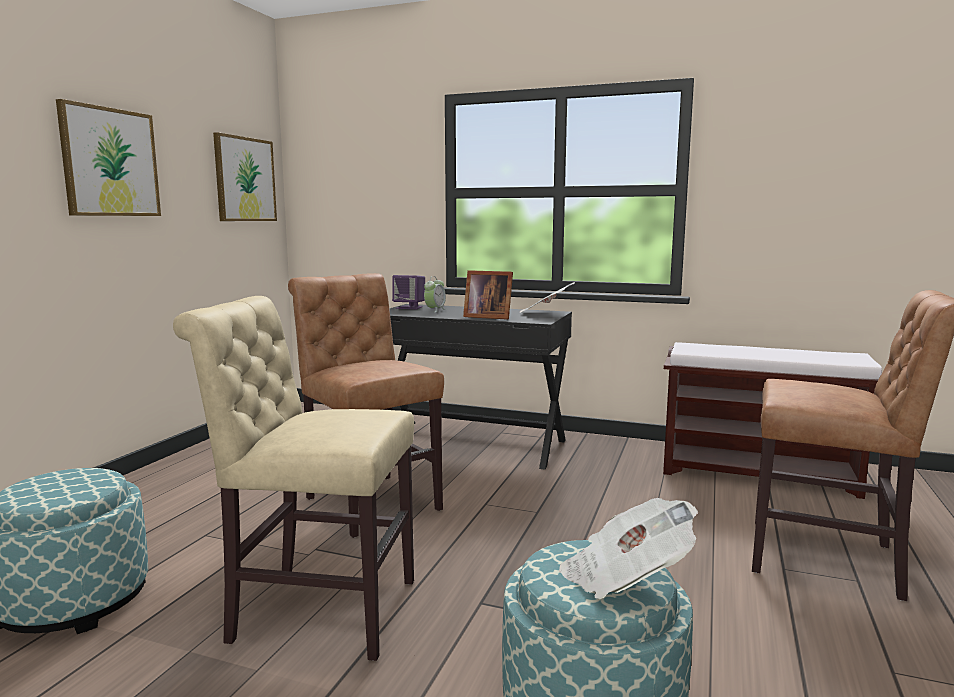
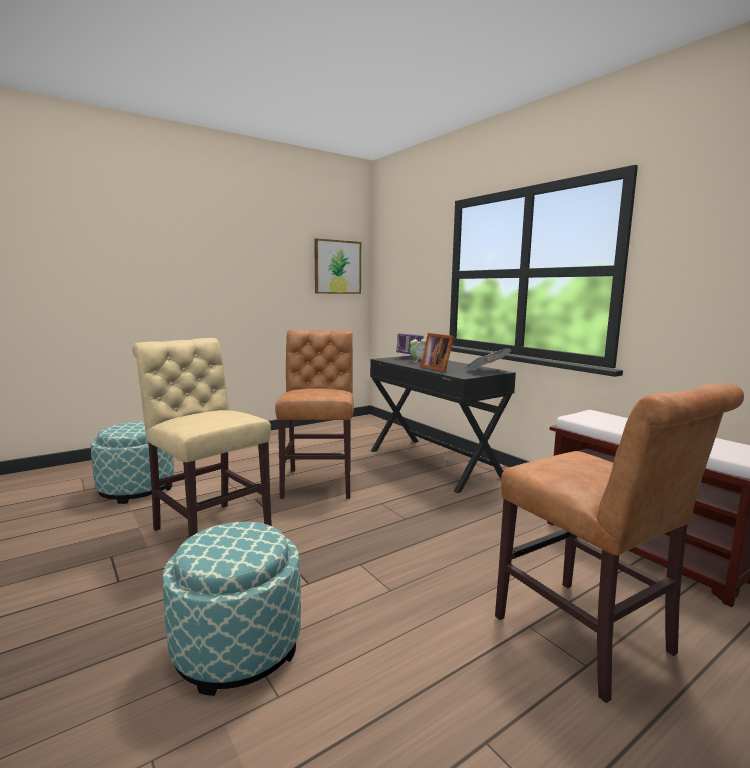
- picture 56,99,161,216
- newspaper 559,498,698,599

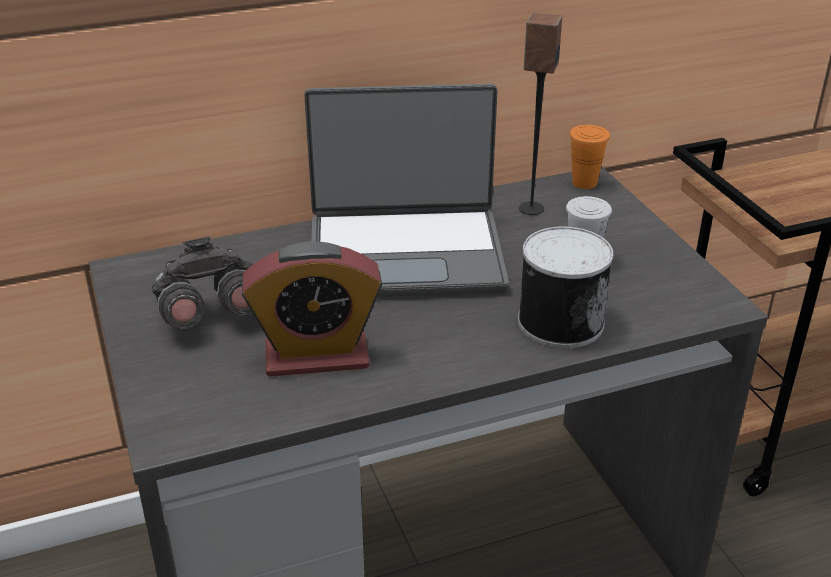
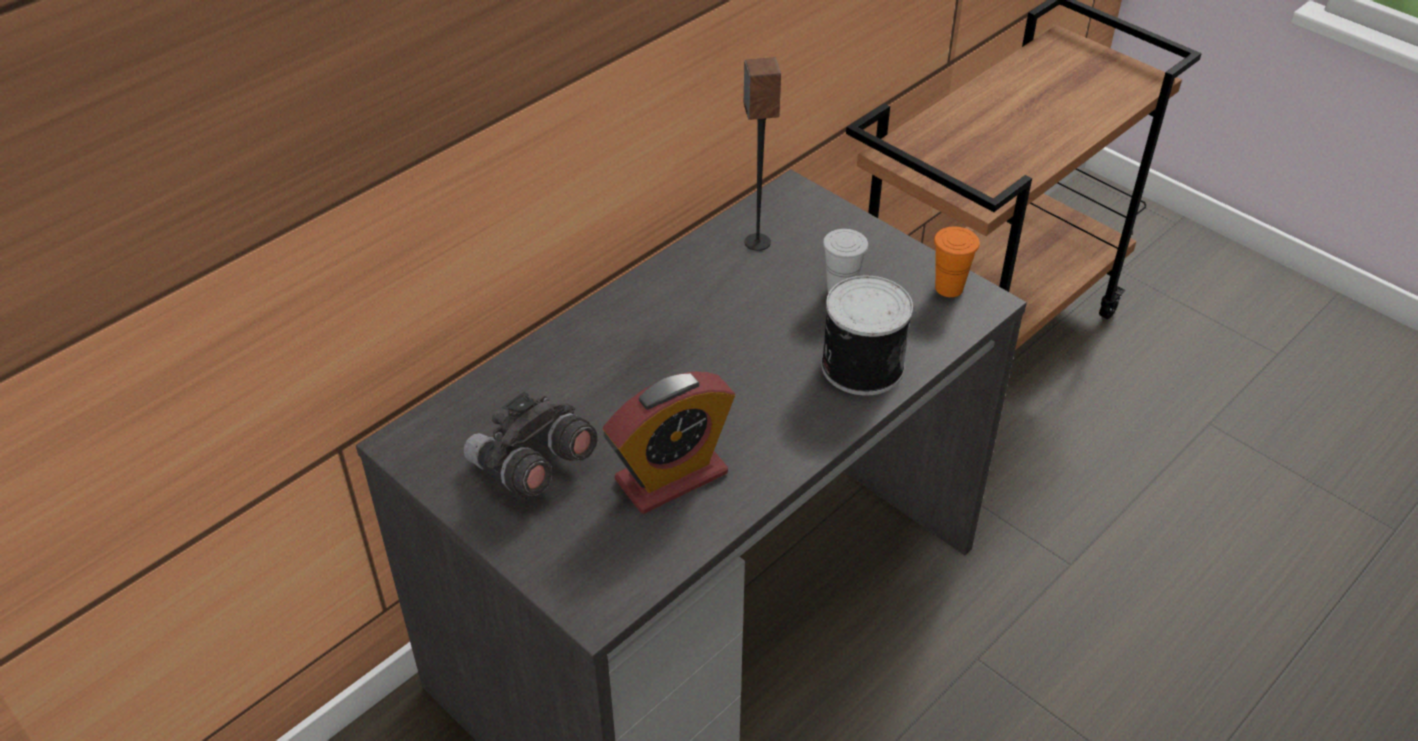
~ orange cup 569,125,610,189 to 934,227,980,297
- laptop 304,84,509,297

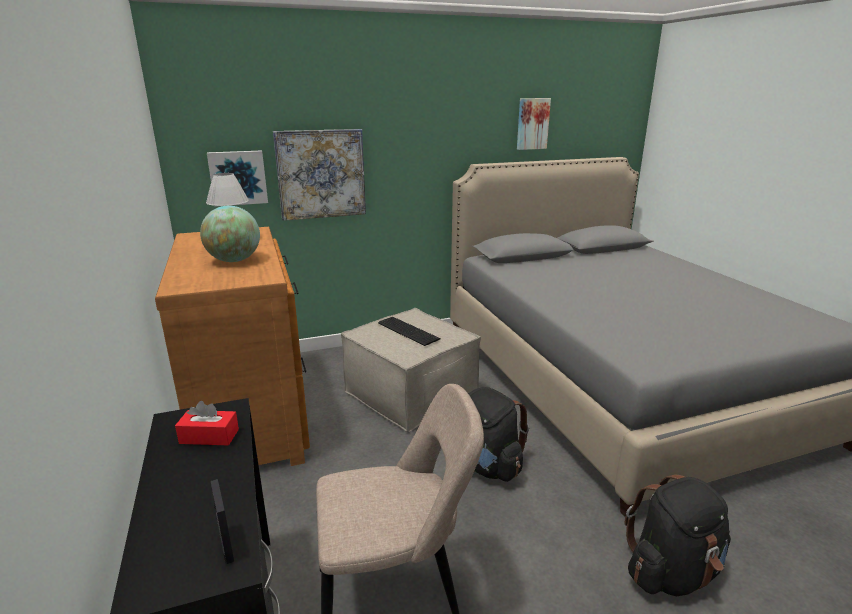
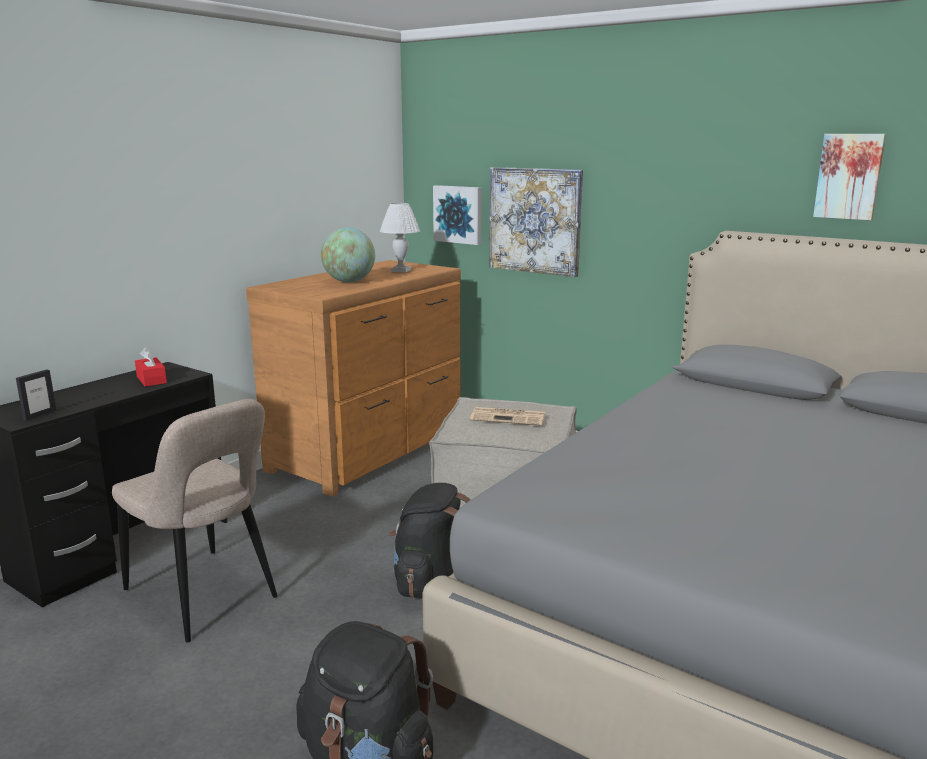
~ keyboard 378,317,441,346 to newspaper 470,407,545,425

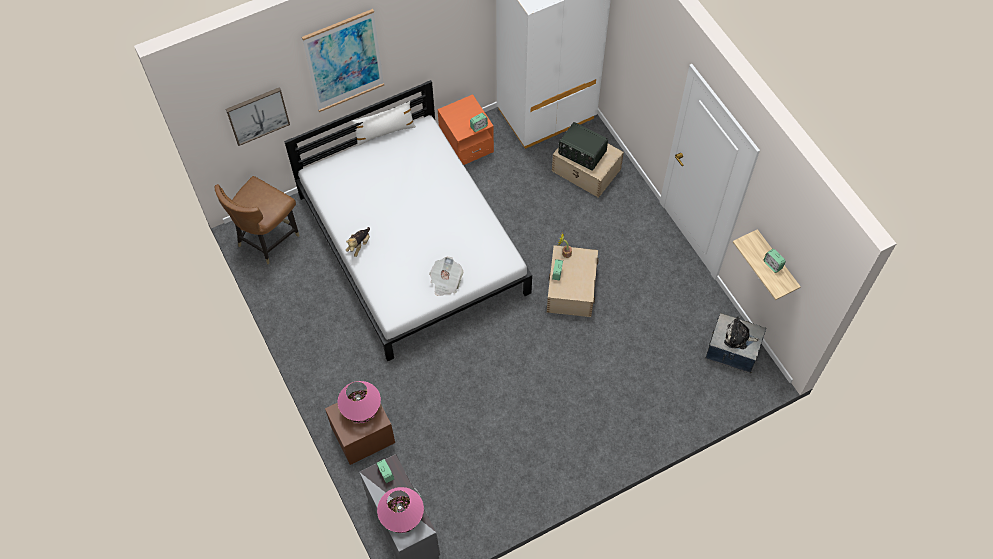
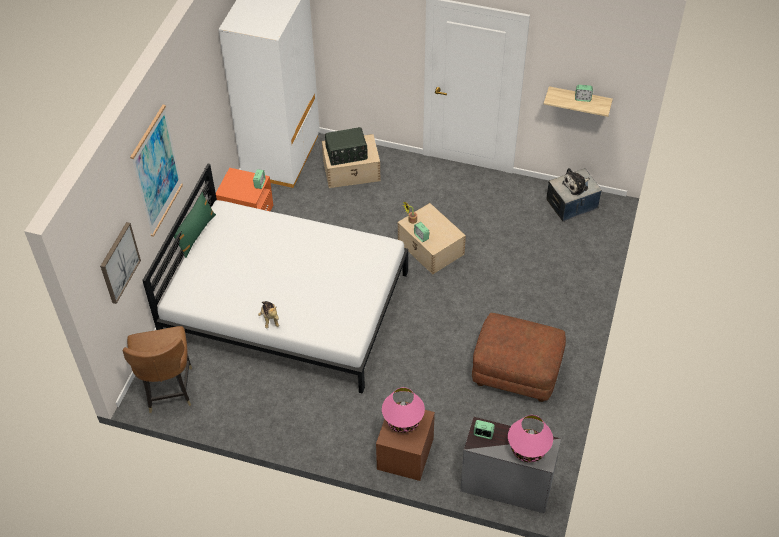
~ white pillow 352,101,416,146 to green pillow 174,192,216,258
+ brown ottoman 472,313,566,402
- newspaper 430,257,463,296

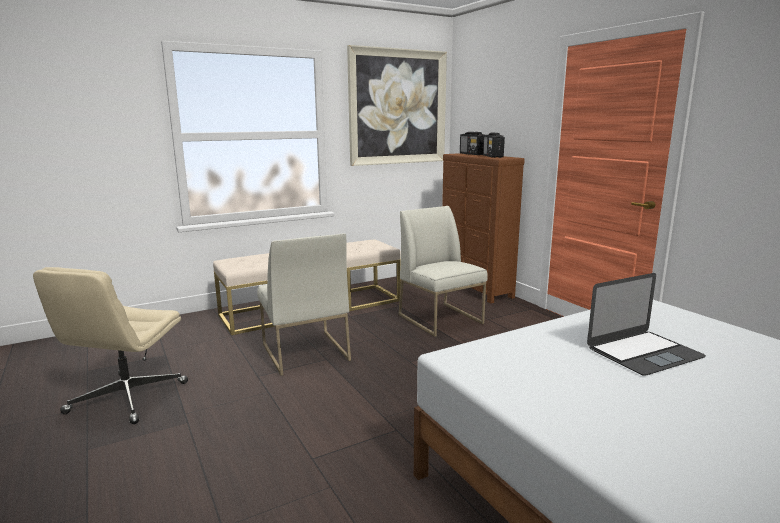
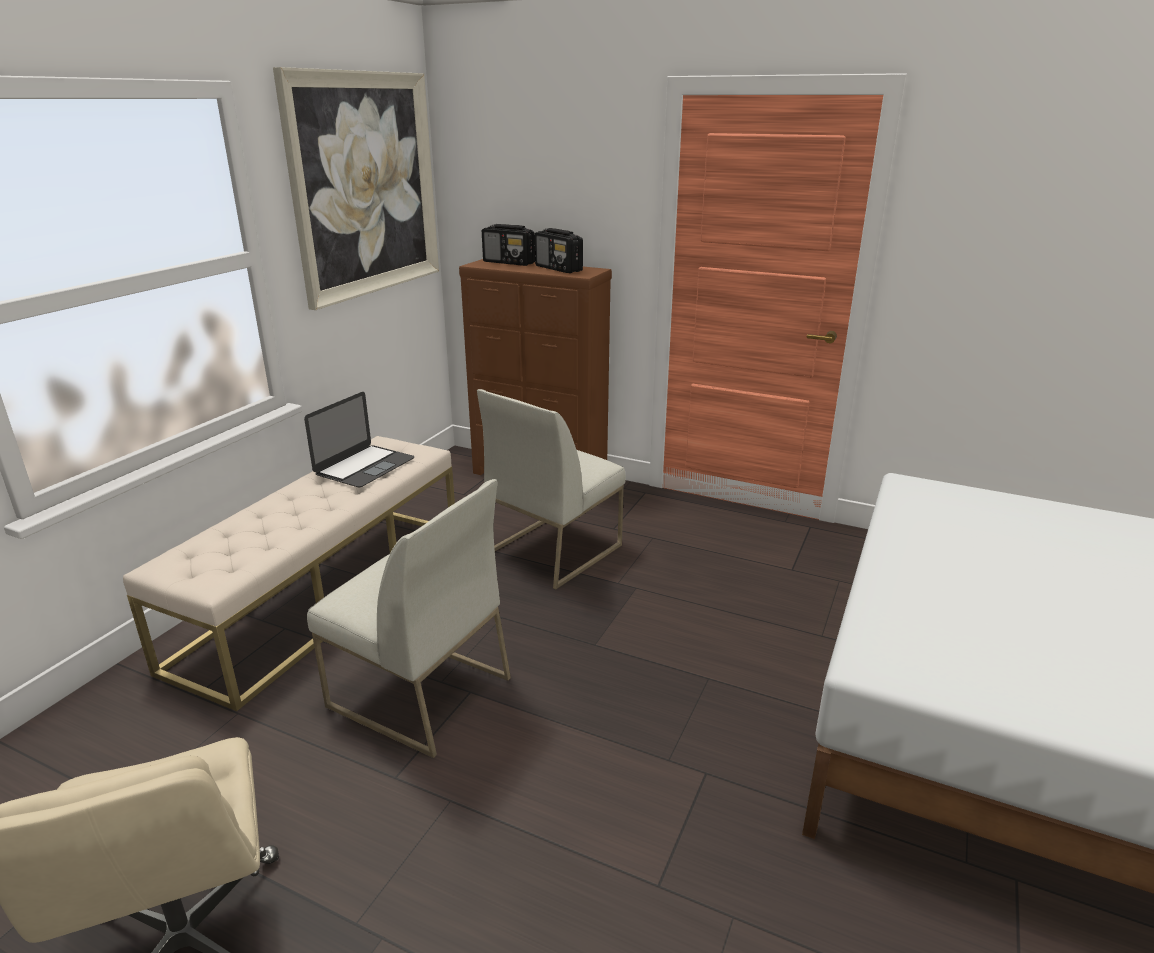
~ laptop 587,273,706,376 to 304,392,414,487
~ white chair 398,206,488,337 = 477,389,626,589 75 degrees counterclockwise

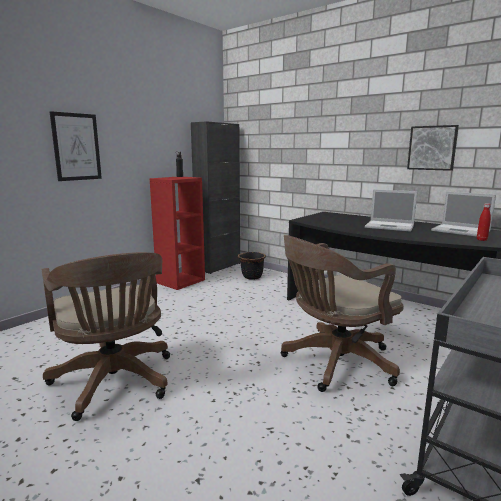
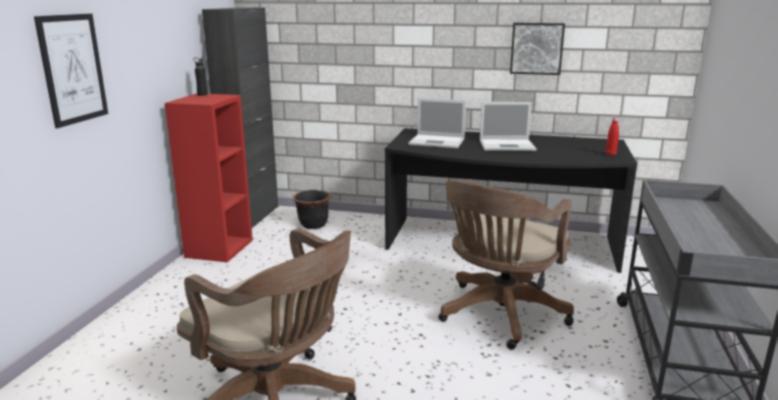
~ laptop 431,191,496,237 to 408,98,466,148

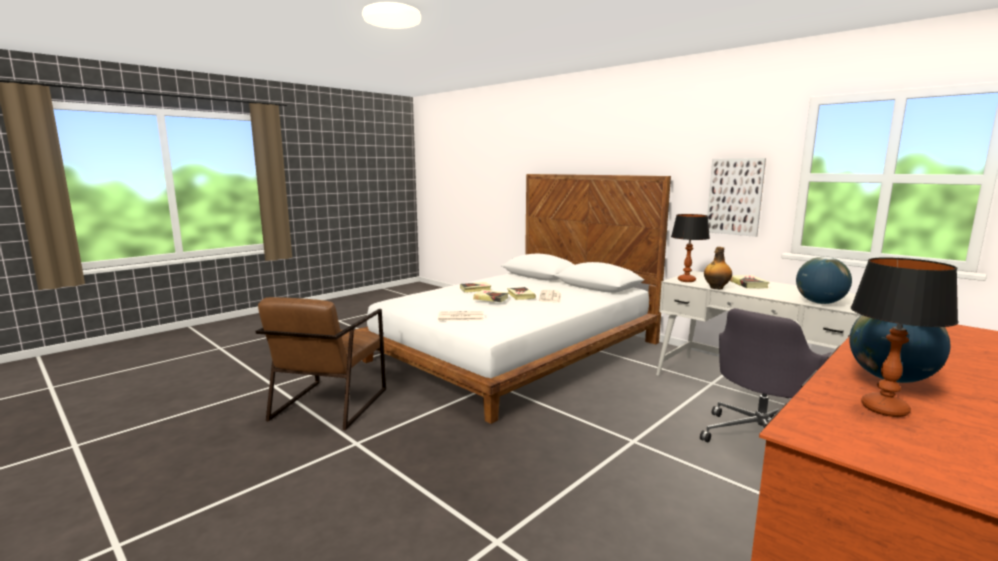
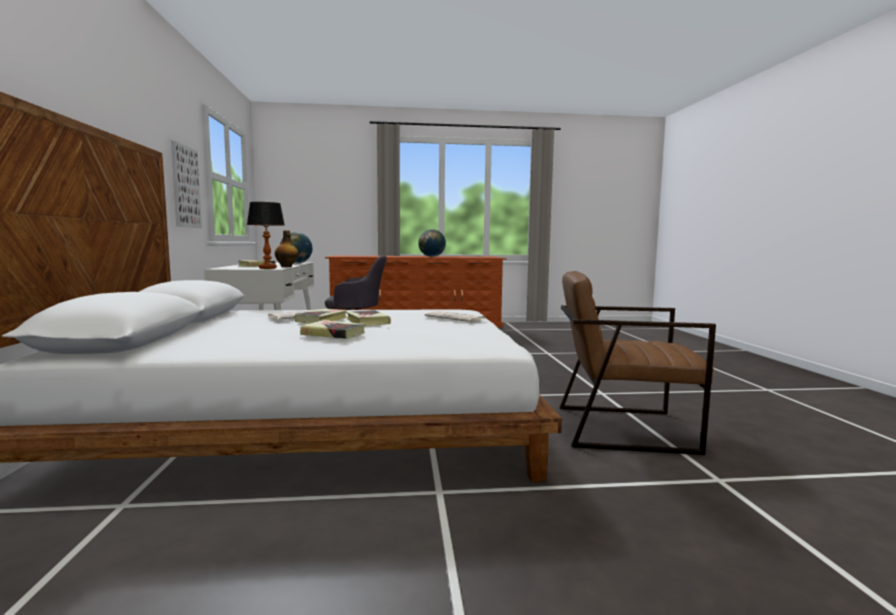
~ brown armchair 256,297,386,430 = 559,271,716,455 135 degrees counterclockwise
- table lamp 851,257,958,417

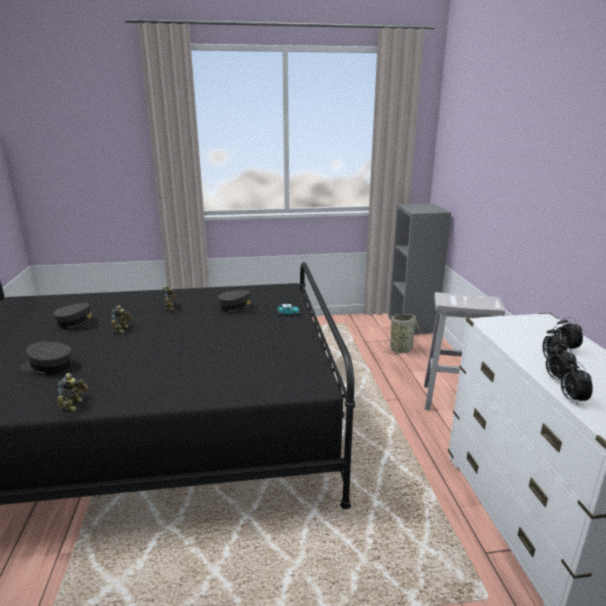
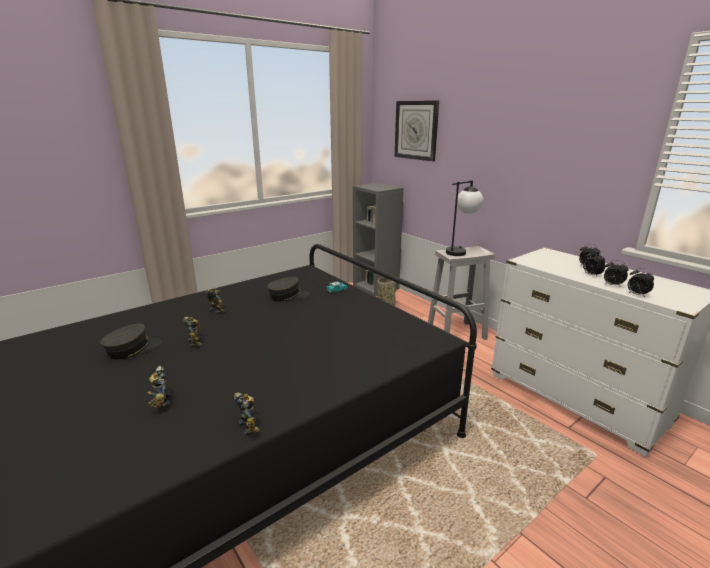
~ grey cap 20,342,72,375 to toy robot 148,366,171,408
+ wall clock 395,100,439,161
+ table lamp 446,180,483,256

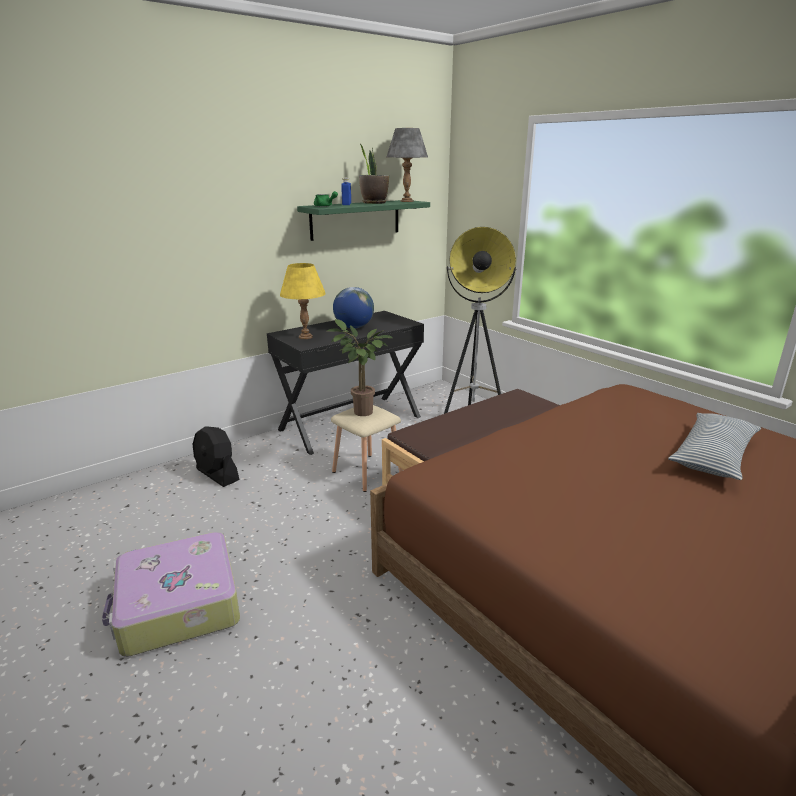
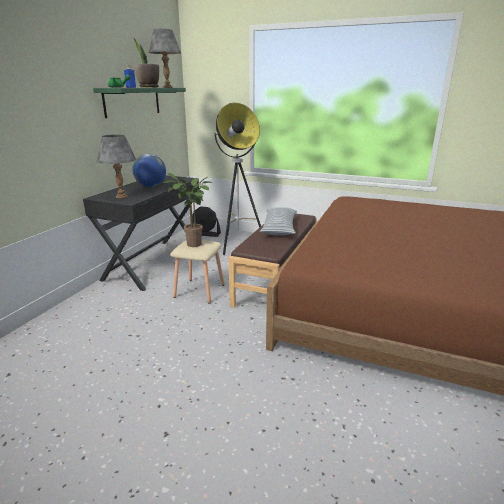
~ yellow table lamp 280,263,326,339 to grey table lamp 97,135,136,198
~ black fan 193,426,240,487 to 192,207,221,237
~ pillow 668,413,761,480 to 260,207,297,235
- suitcase 102,532,240,657

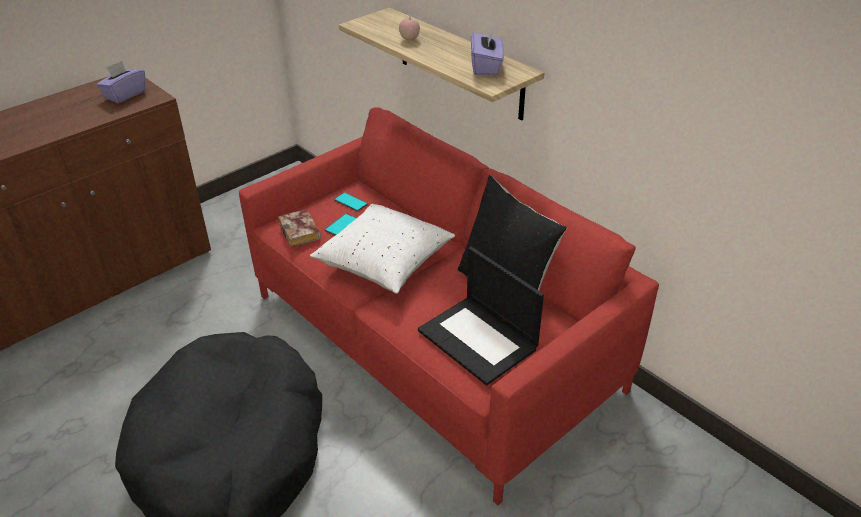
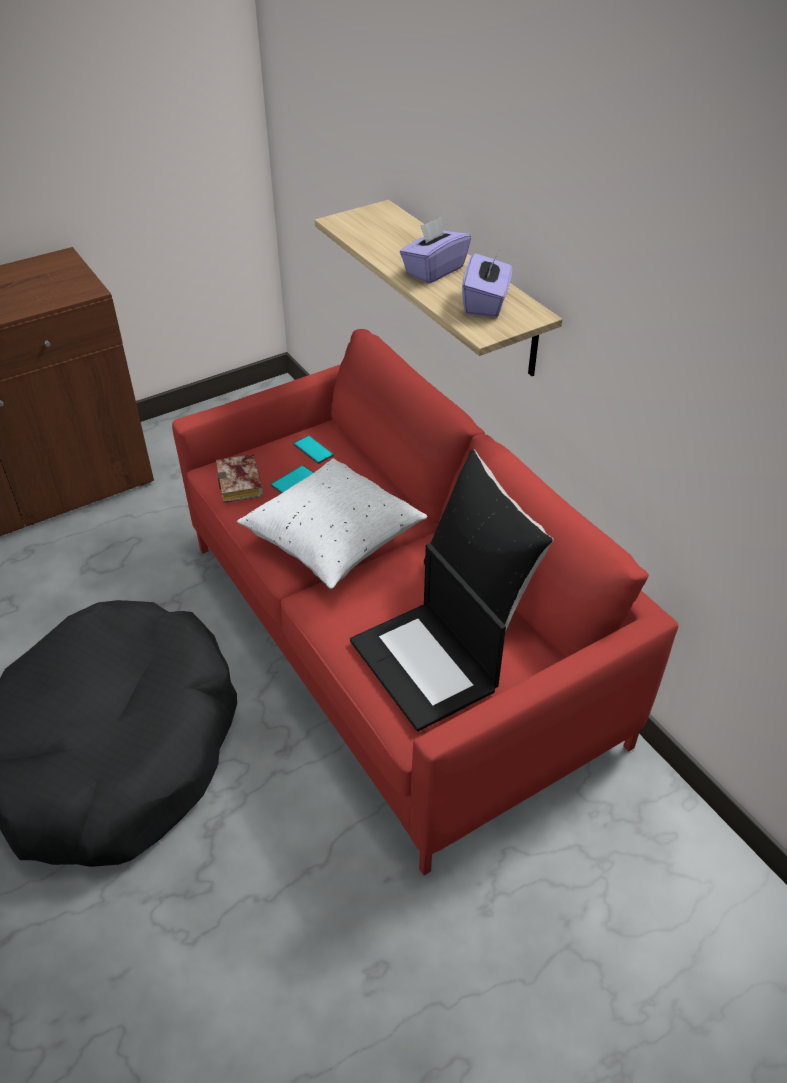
~ purple tissue box 96,61,145,103 to 400,217,471,284
- apple 399,18,420,41

